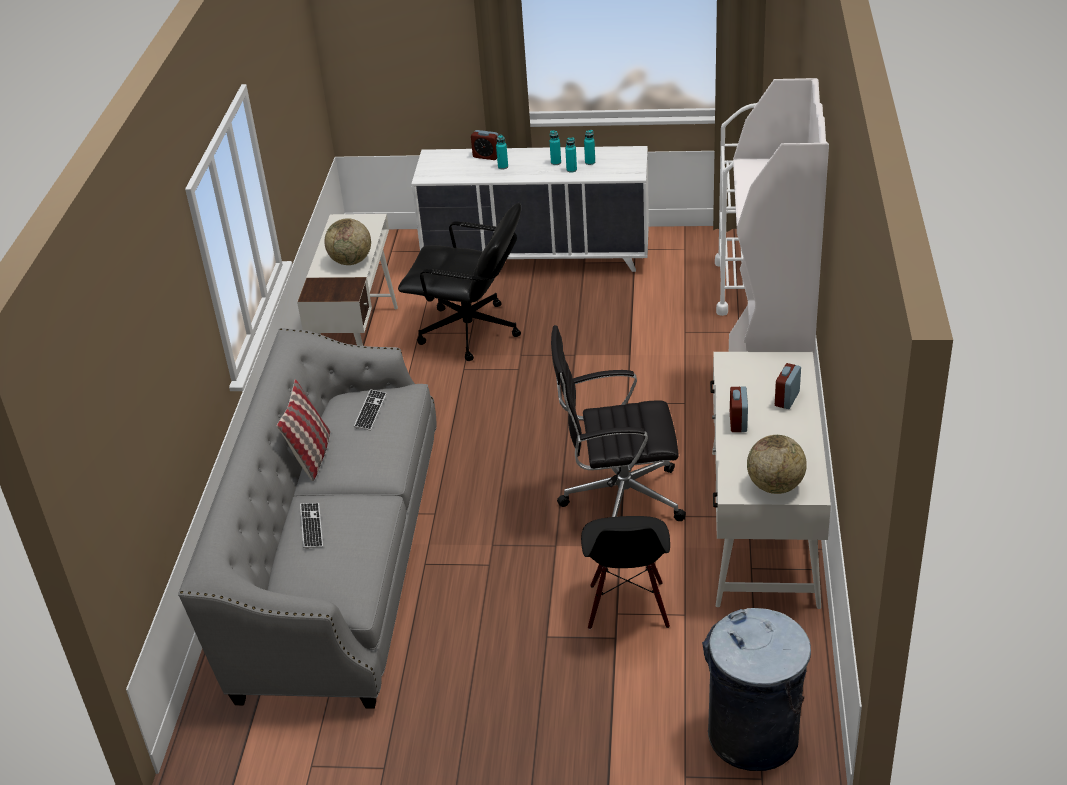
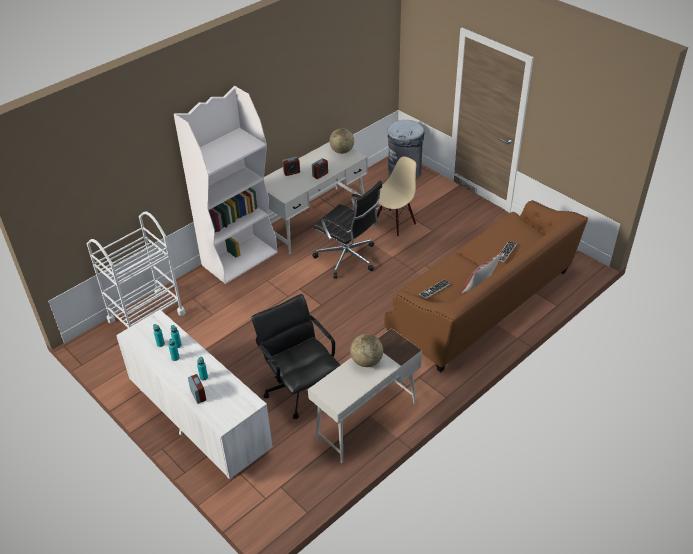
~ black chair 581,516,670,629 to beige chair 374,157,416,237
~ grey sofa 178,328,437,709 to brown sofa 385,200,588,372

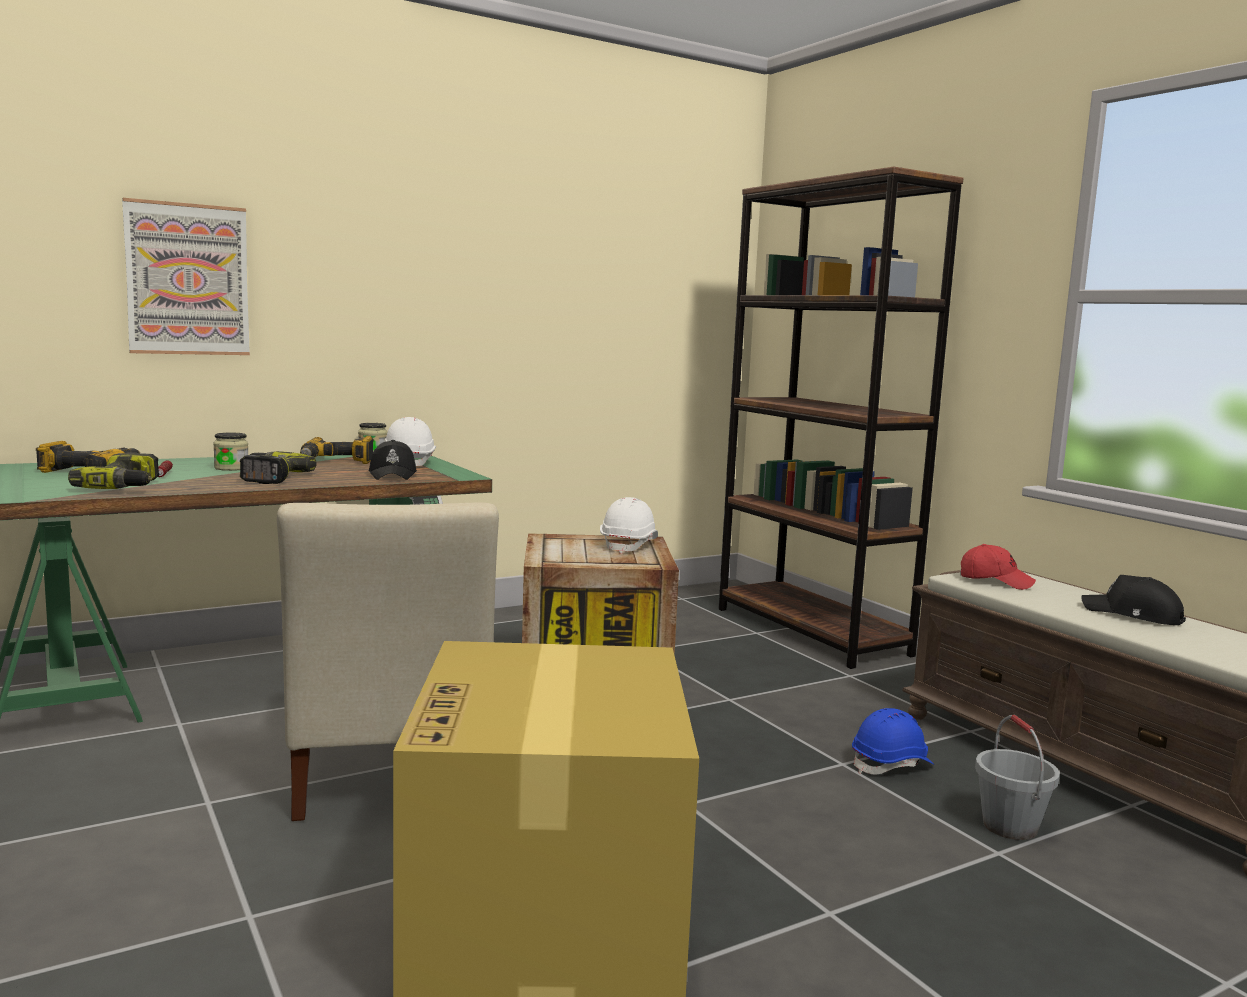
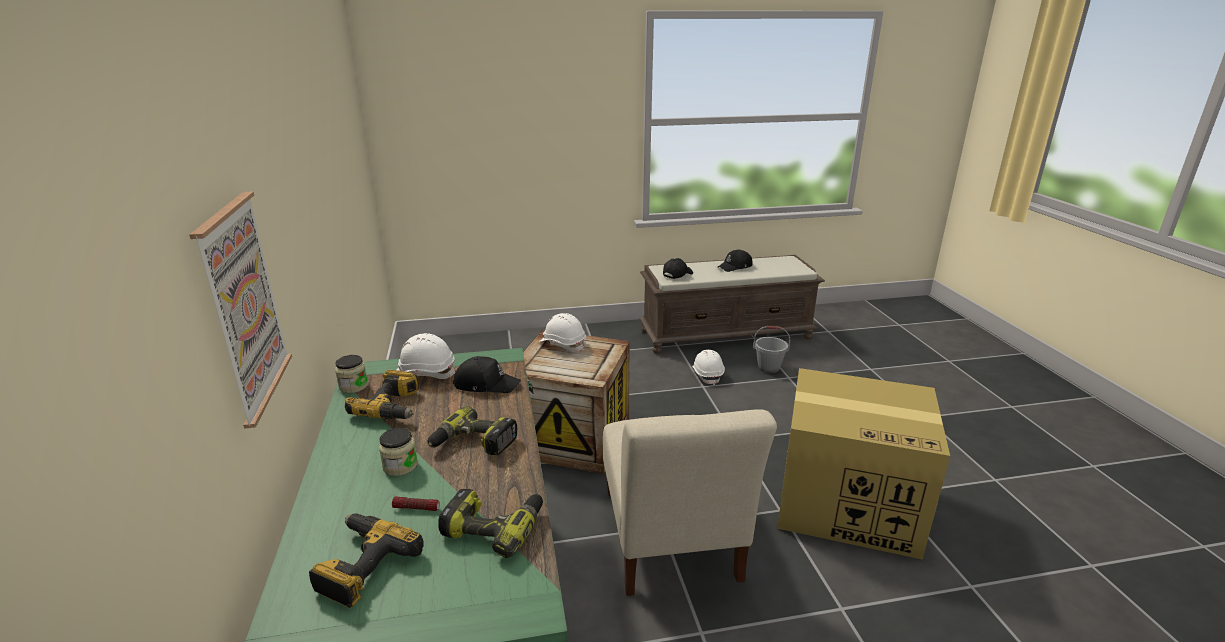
~ beige chair 277,503,499,821 = 603,409,777,596 75 degrees clockwise
~ red cap 960,544,1036,590 to black cap 663,258,693,279
~ blue hard hat 852,708,934,774 to white hard hat 692,350,725,385
- brown bookcase 719,167,964,669

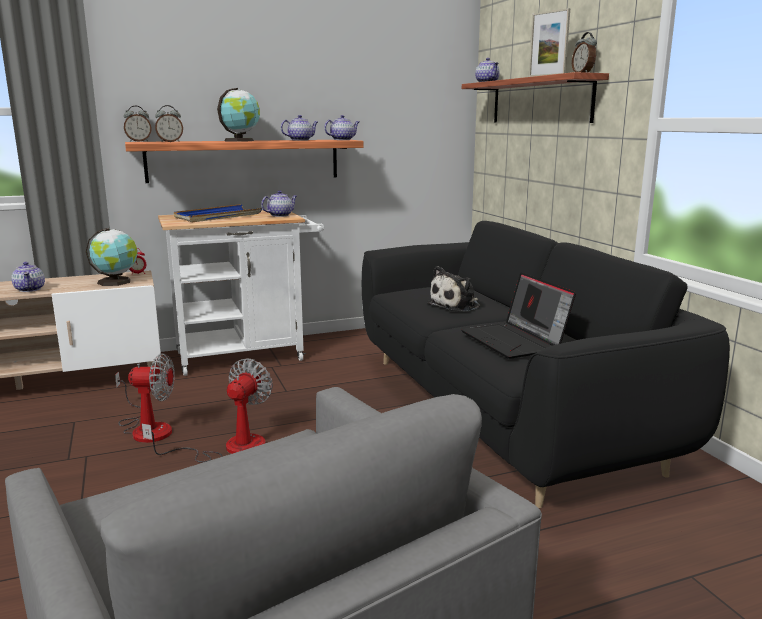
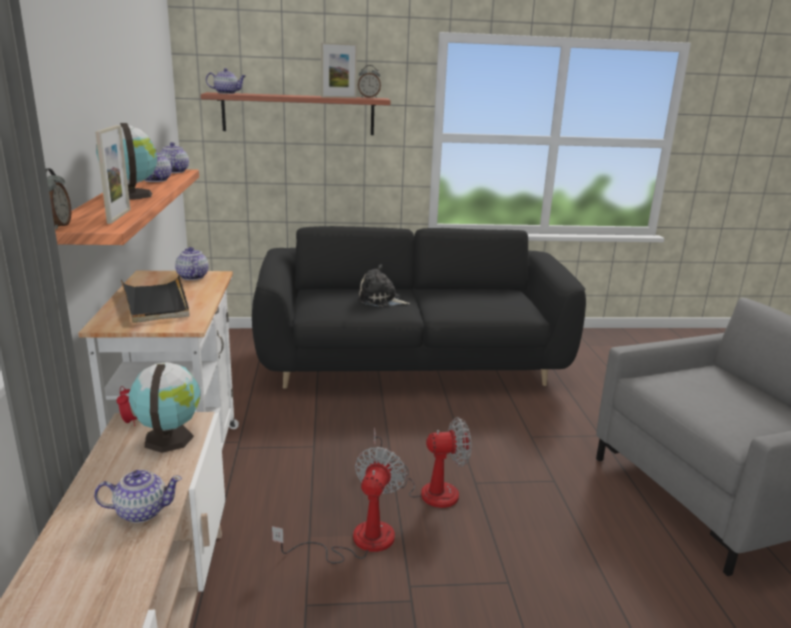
~ alarm clock 155,105,183,142 to picture frame 95,125,131,224
~ blue tray 174,204,262,222 to black tray 121,275,190,323
~ plush toy 427,266,480,312 = 357,264,410,307 135 degrees clockwise
~ fan 142,358,273,463 = 374,417,472,508 135 degrees clockwise
- laptop 461,273,576,359

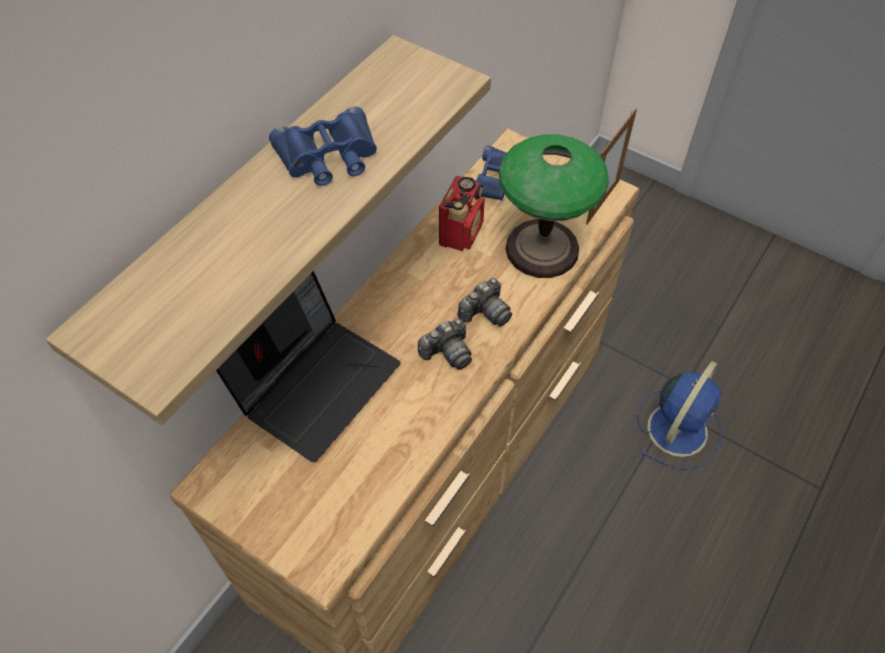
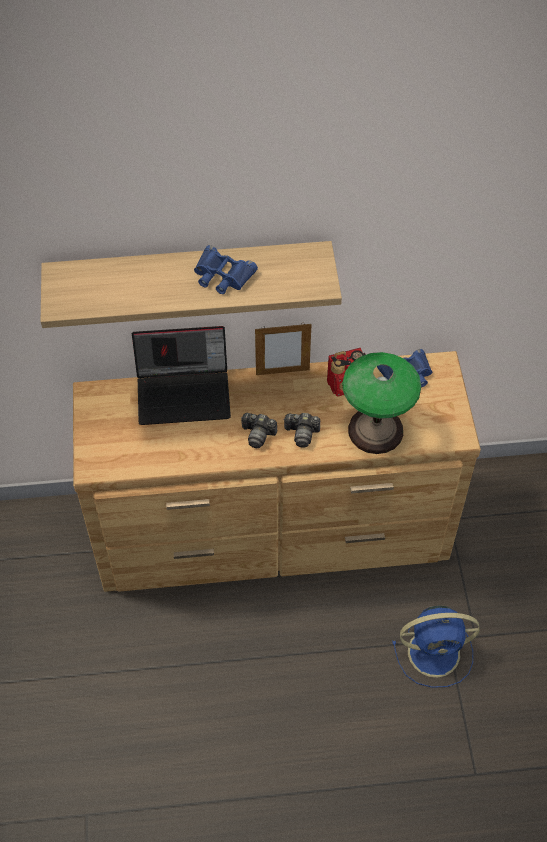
~ picture frame 586,108,637,224 to 255,323,311,375

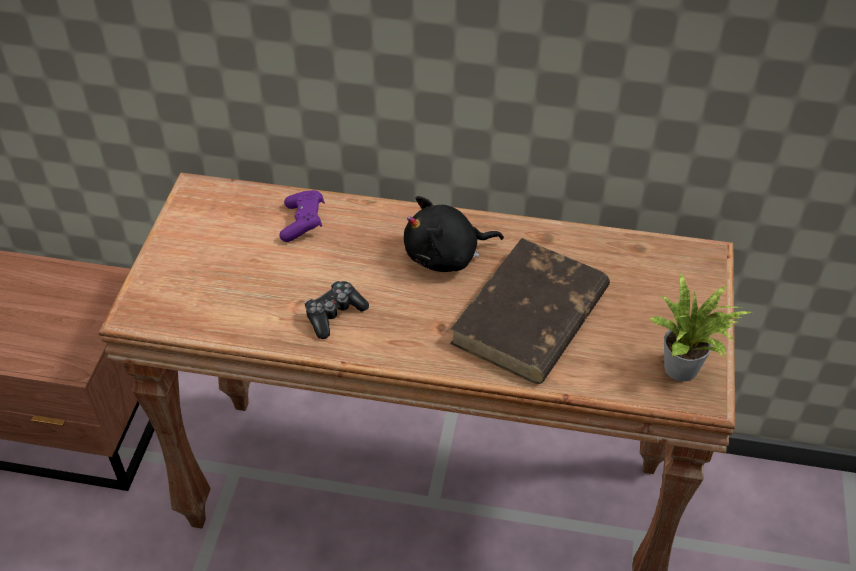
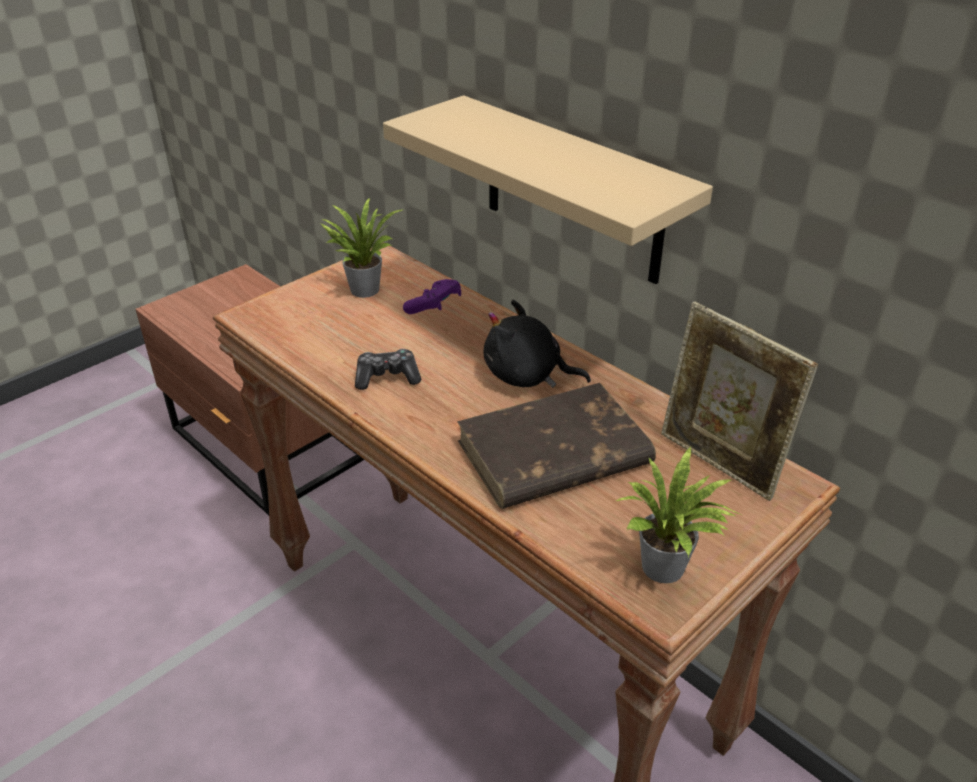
+ potted plant 321,197,404,298
+ beige shelf 383,95,713,284
+ picture frame 661,302,818,501

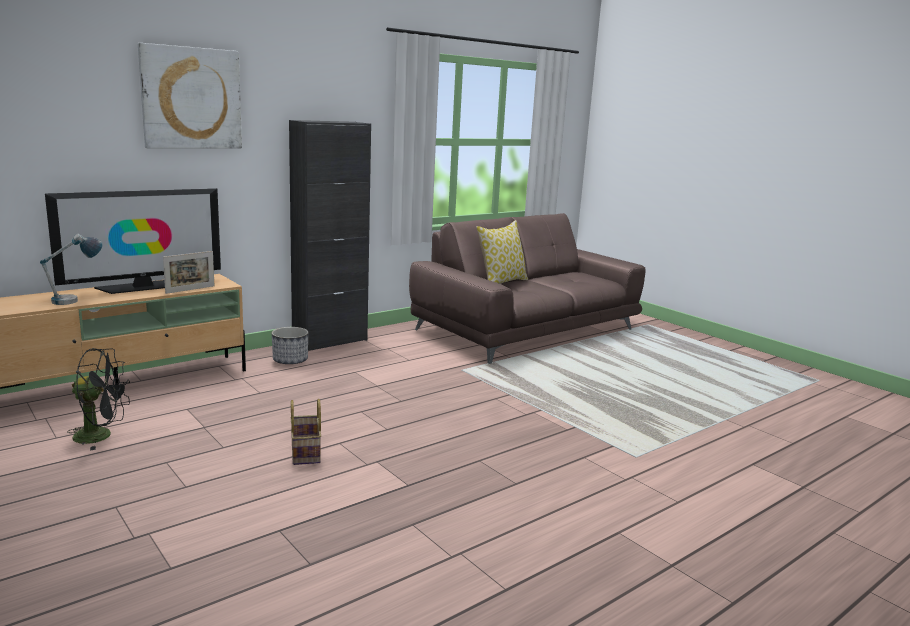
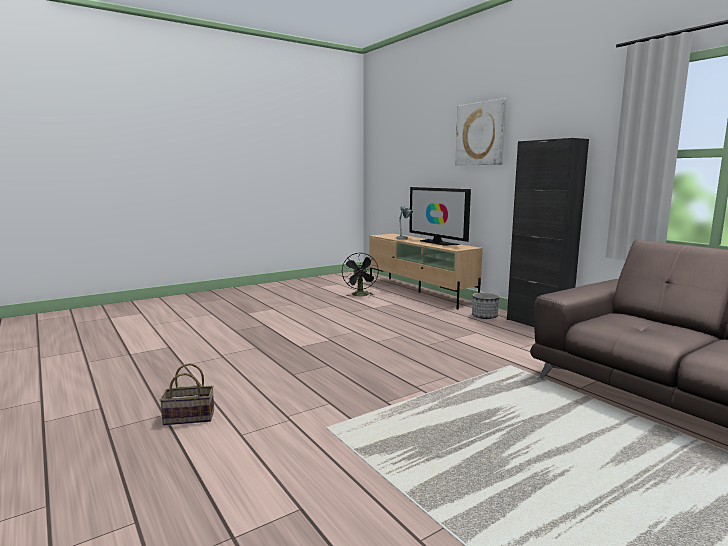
~ basket 290,398,321,465 to 159,363,214,425
- picture frame 163,251,215,294
- pillow 476,220,528,284

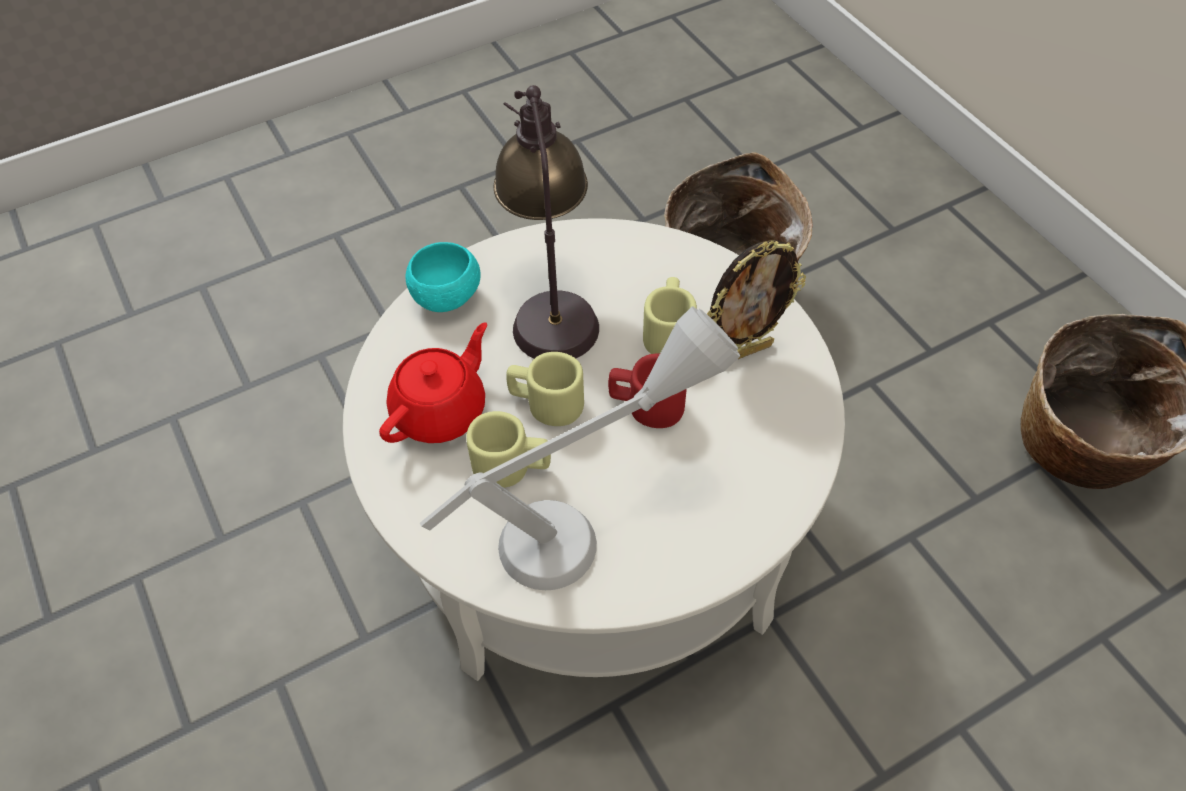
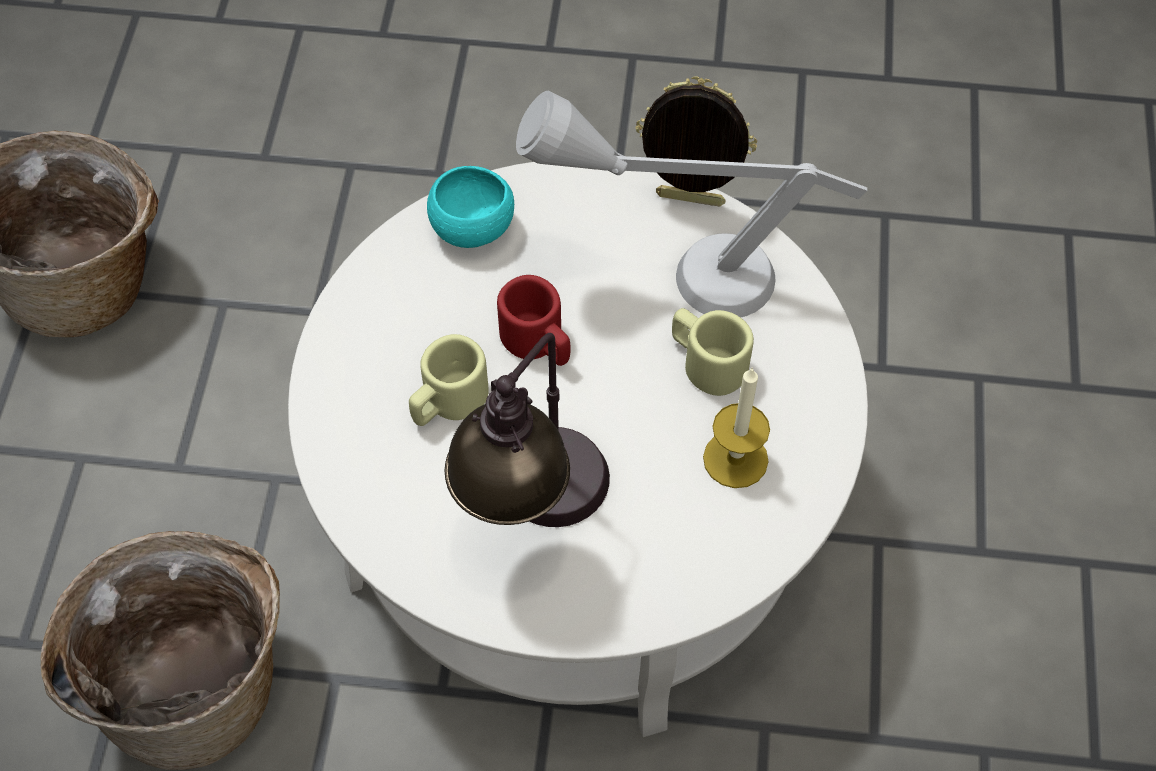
~ turquoise bowl 405,242,480,312 to 427,166,514,248
~ picture frame 707,240,806,359 to 635,76,757,207
~ red teapot 379,322,487,443 to candle 703,367,770,488
- beige mug 506,352,584,426

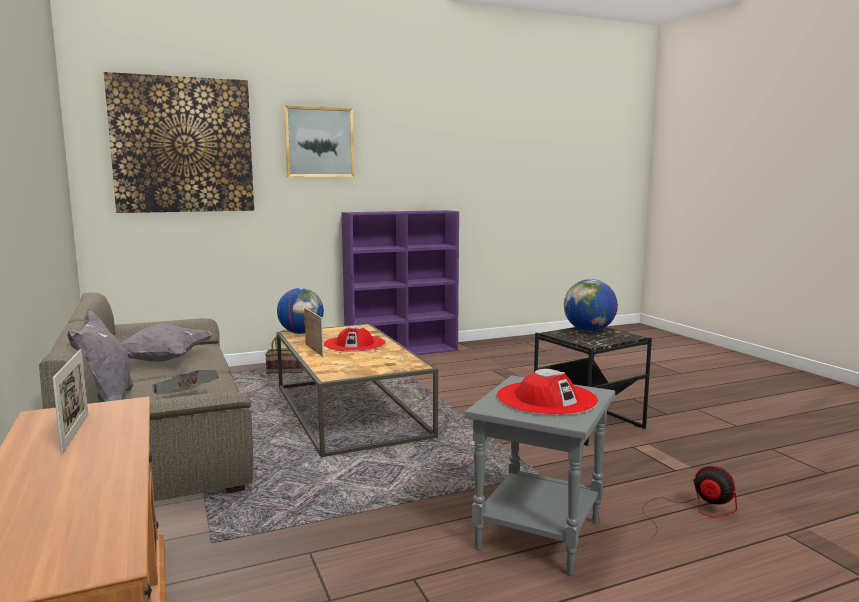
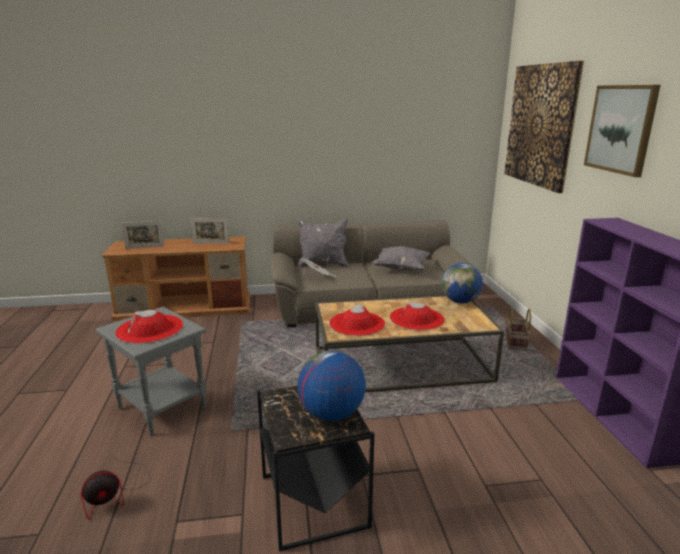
~ picture frame 304,308,323,357 to 121,221,164,249
+ red hat 329,304,385,336

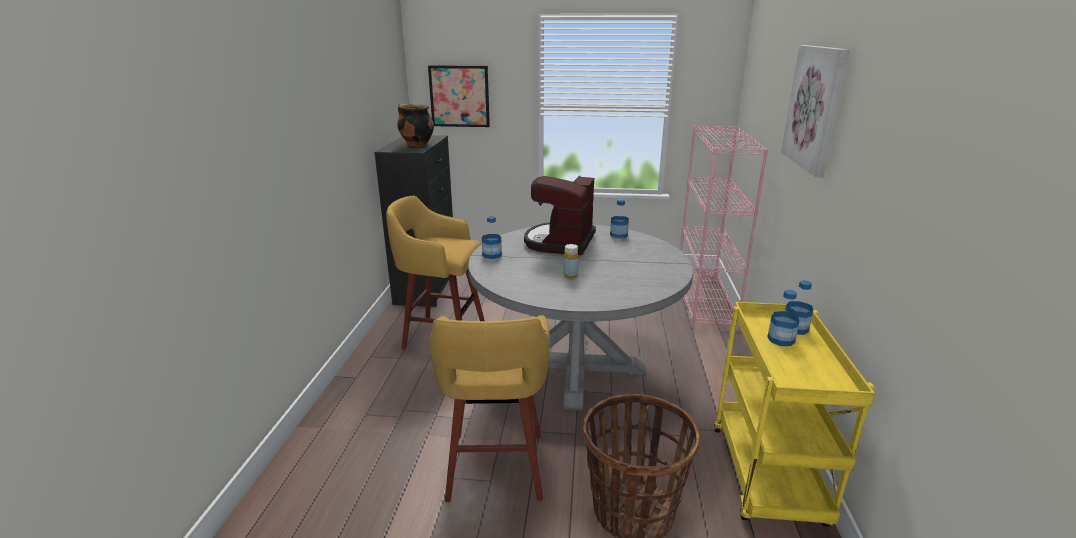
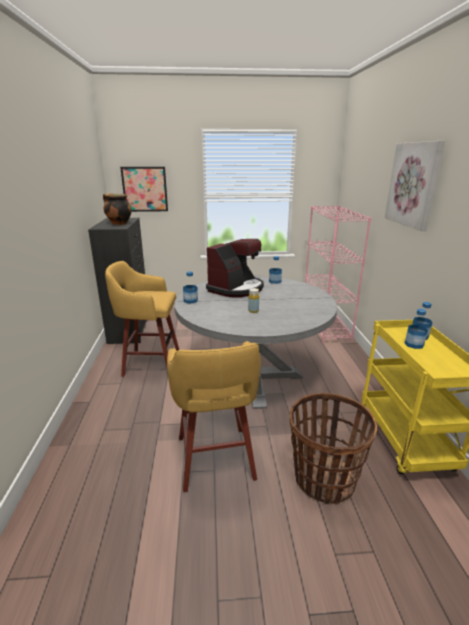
~ coffee machine 524,176,596,255 = 206,239,264,297 150 degrees counterclockwise

